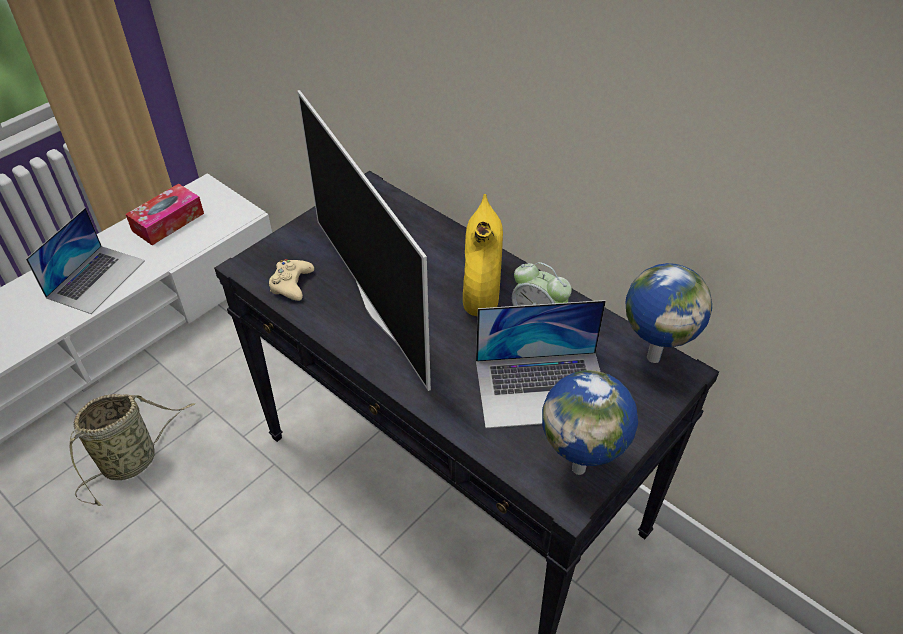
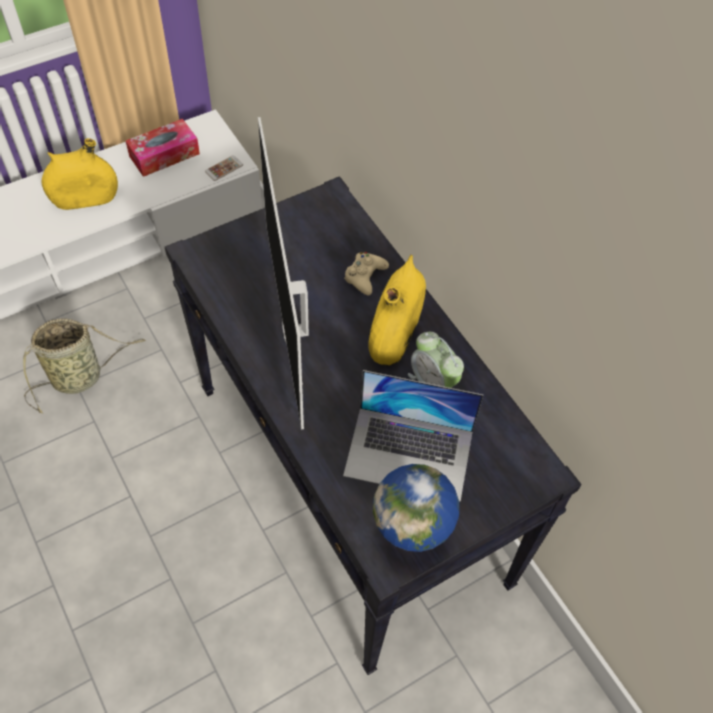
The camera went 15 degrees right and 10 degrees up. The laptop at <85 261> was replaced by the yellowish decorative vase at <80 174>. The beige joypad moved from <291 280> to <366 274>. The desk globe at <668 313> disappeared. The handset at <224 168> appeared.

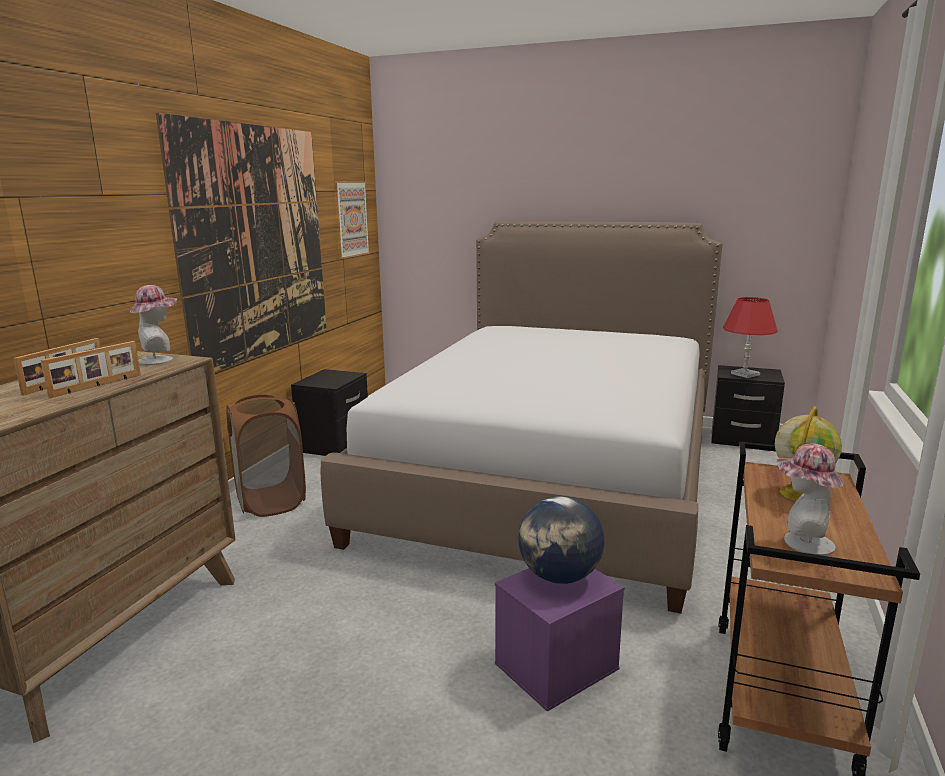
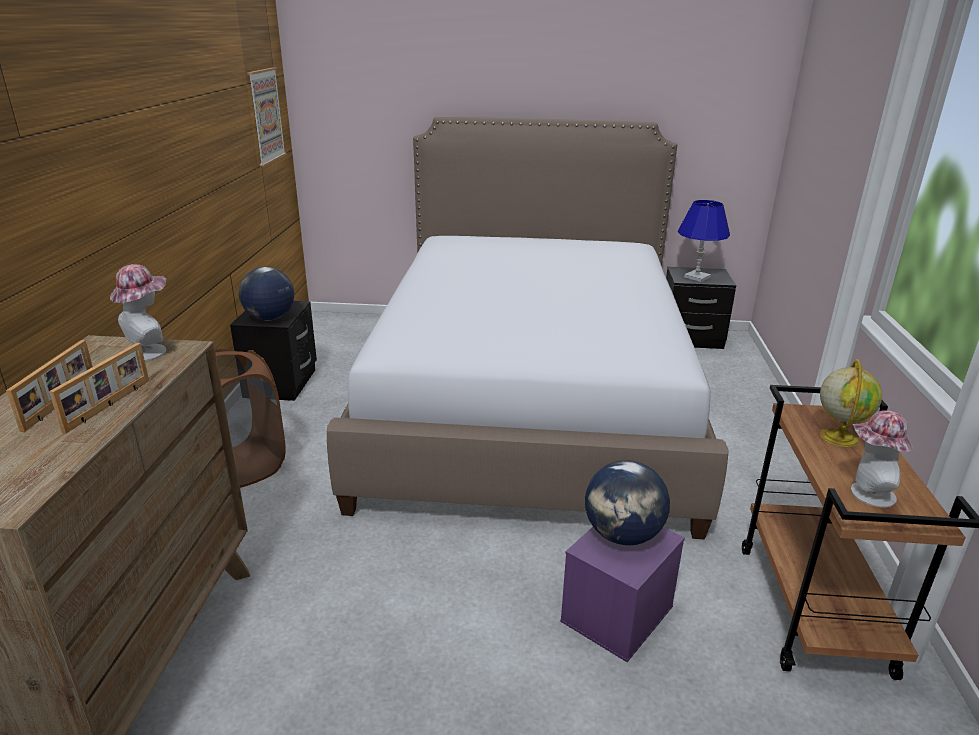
The camera went 15 degrees left and 10 degrees up. The picture at <241 242> disappeared. The red lamp for a table at <750 337> became the blue lamp for a table at <704 241>. The desk globe at <266 293> appeared.

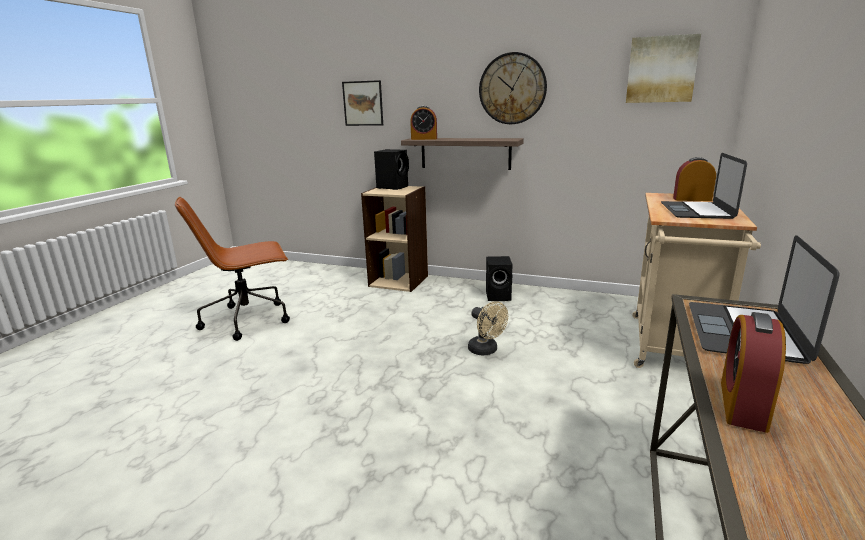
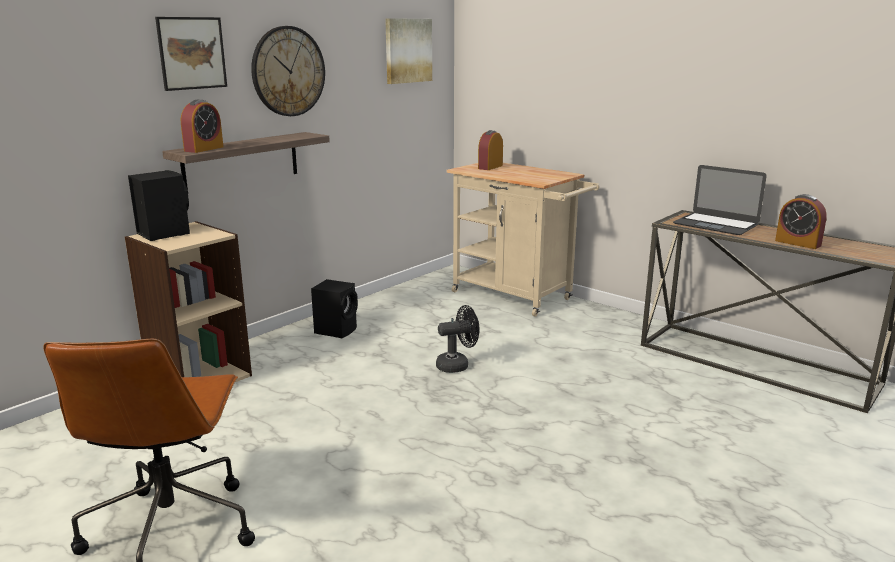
The camera went 70 degrees left and 0 degrees up. The picture moved from <362 103> to <191 54>. The laptop at <704 186> disappeared. The beige cooling fan at <488 328> became the black-coloured cooling fan at <457 339>.

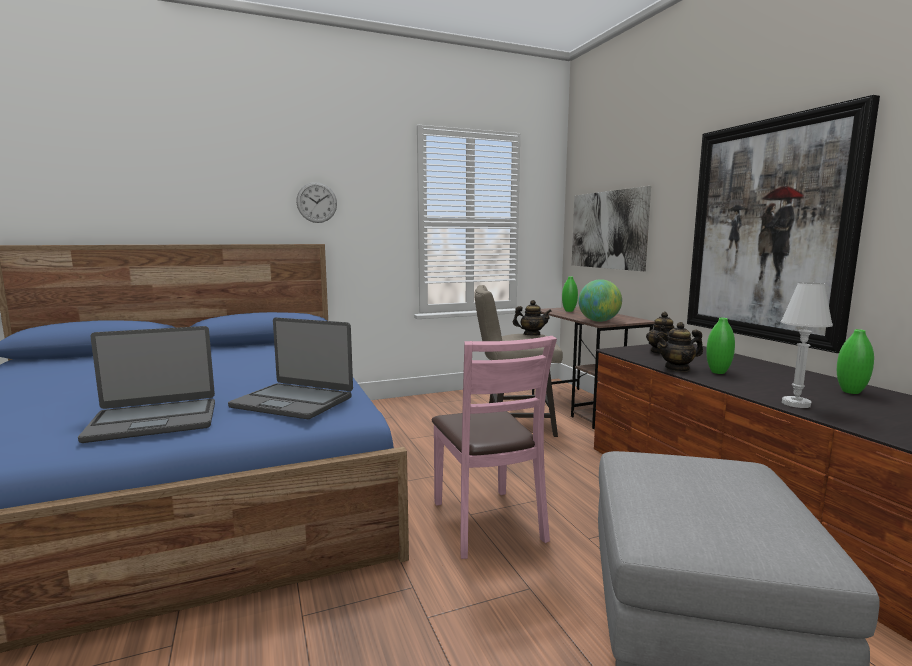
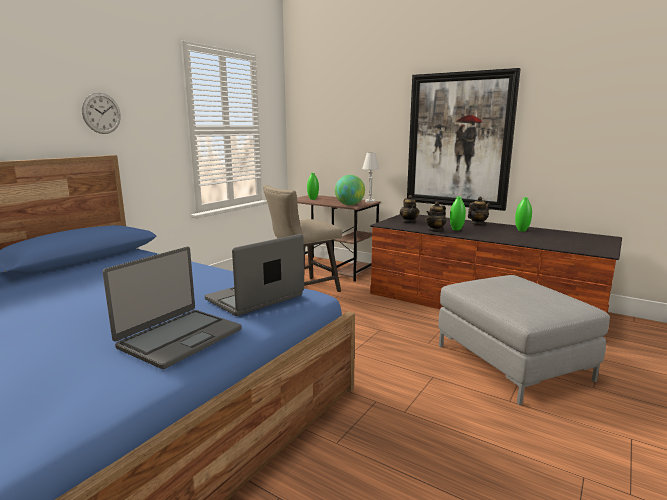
The camera went 35 degrees left and 5 degrees up. The picture at <611 228> disappeared. The white-coloured lamp for a table moved from <807 345> to <370 177>. The pot for tea moved from <532 318> to <479 211>. The laptop at <290 368> turned 150 degrees clockwise. The pinkish plain chair at <494 447> disappeared.

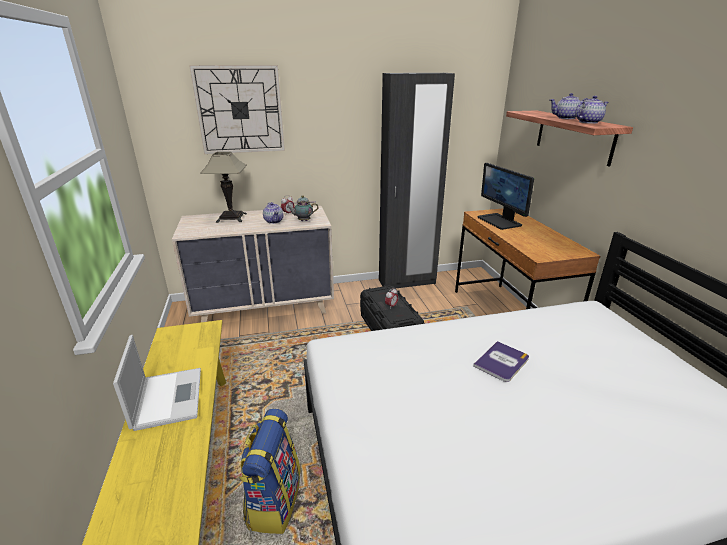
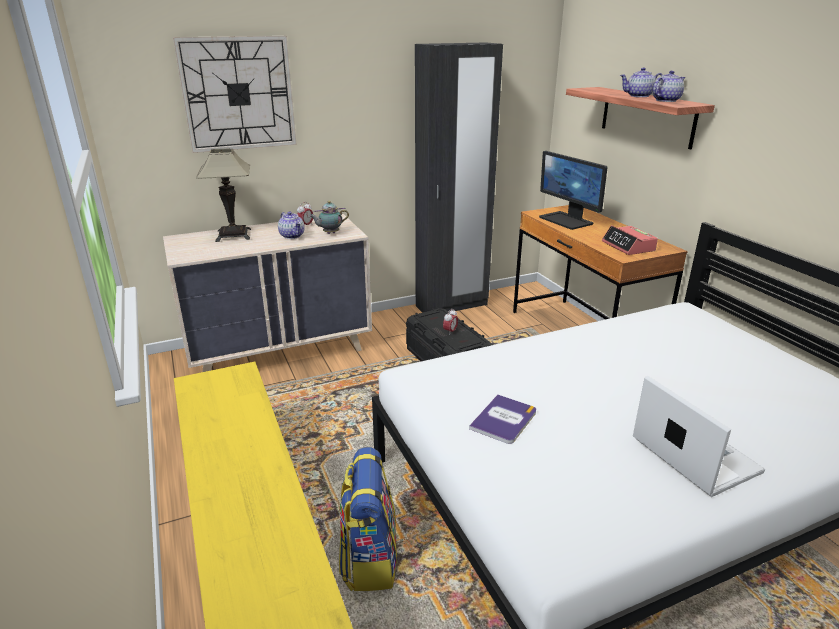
The camera went 10 degrees left and 0 degrees up. The laptop moved from <157 383> to <699 436>. The volume moved from <501 361> to <502 419>. The bedside clock at <630 240> appeared.

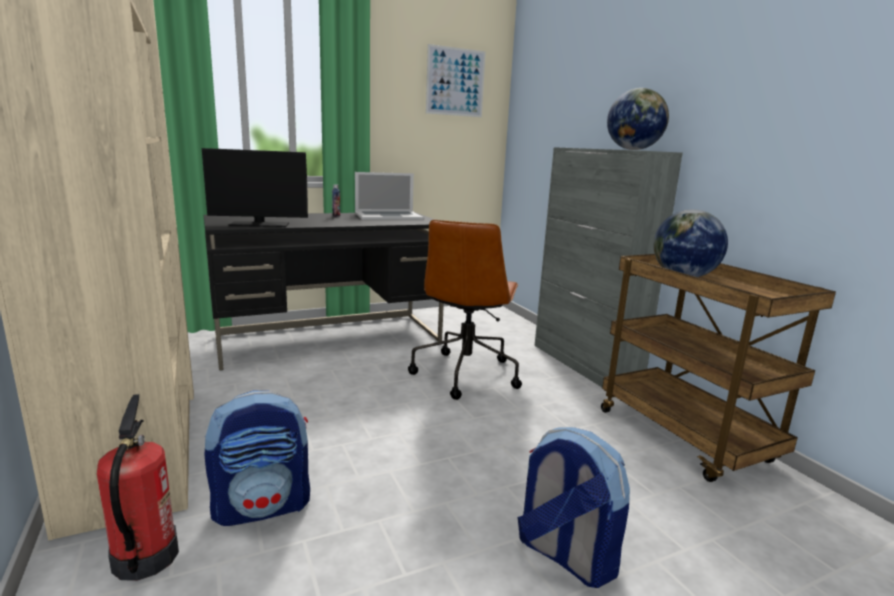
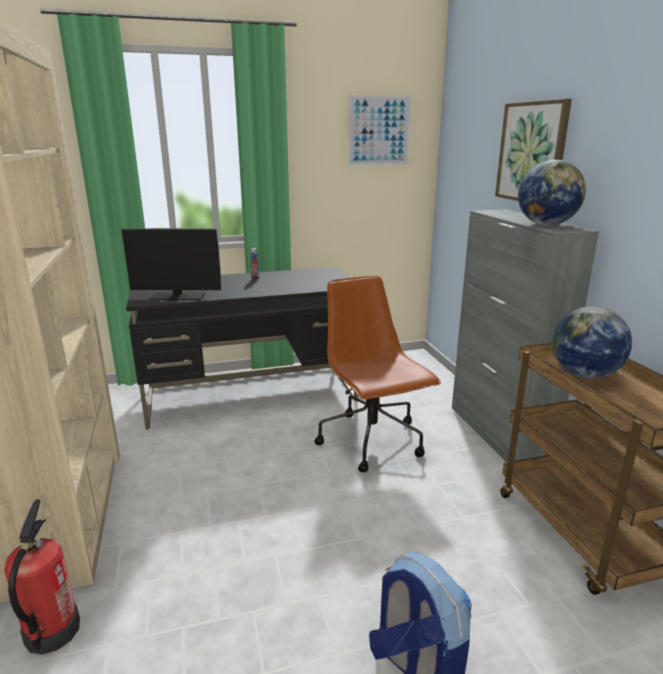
The camera went 10 degrees right and 5 degrees up. The laptop at <389 196> disappeared. The brown office chair at <465 310> turned 135 degrees clockwise. The backpack at <257 458> disappeared. The picture at <533 150> appeared.

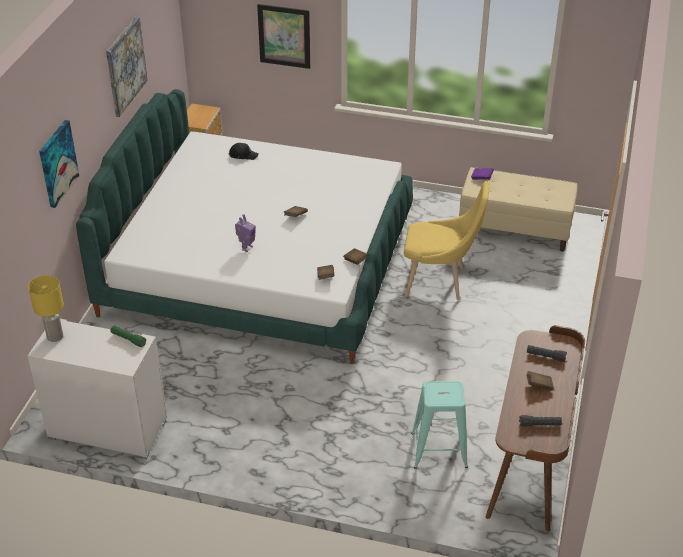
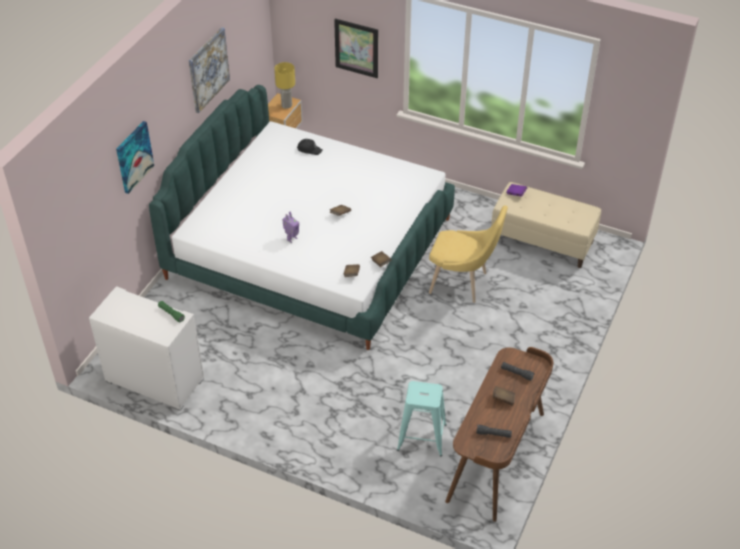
The camera went 10 degrees right and 5 degrees up. The yellowish lamp for a table moved from <46 308> to <284 85>.

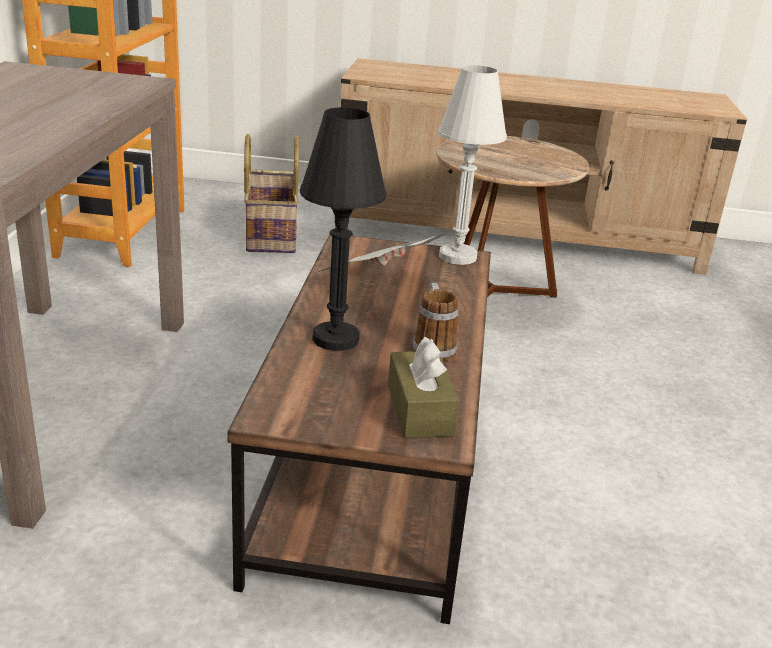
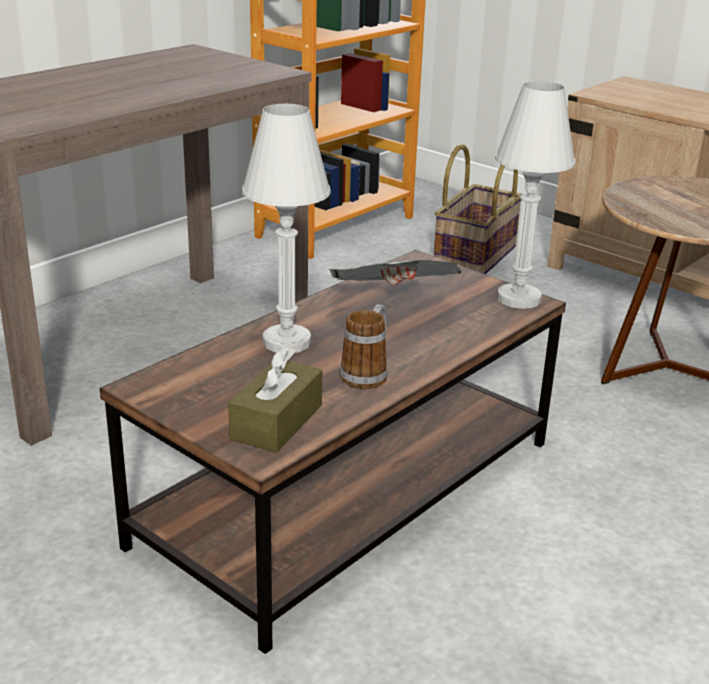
The camera went 35 degrees right and 0 degrees up. The black-coloured lamp for a table at <343 229> became the white-coloured lamp for a table at <286 228>.

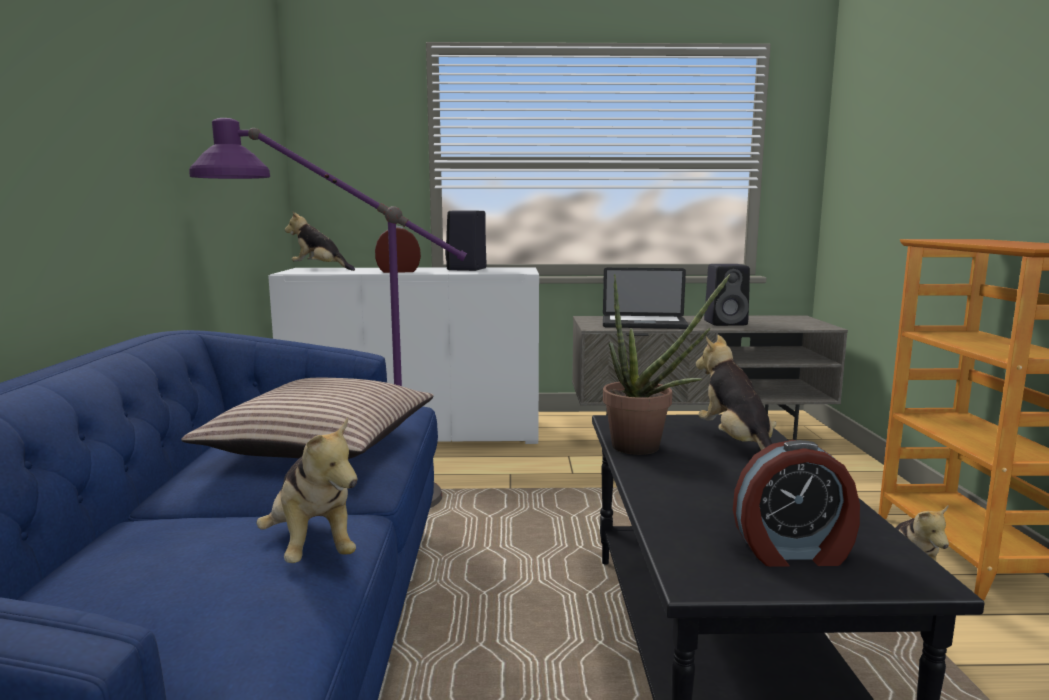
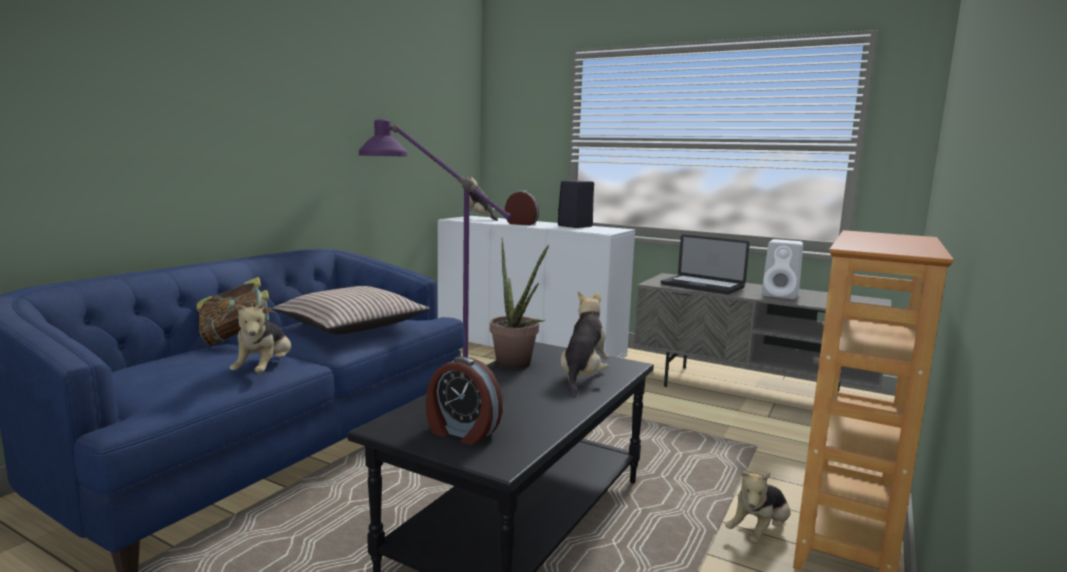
The camera went 30 degrees right and 0 degrees up. The black-coloured loudspeaker at <727 295> became the white-coloured loudspeaker at <782 269>. The volume at <235 311> appeared.

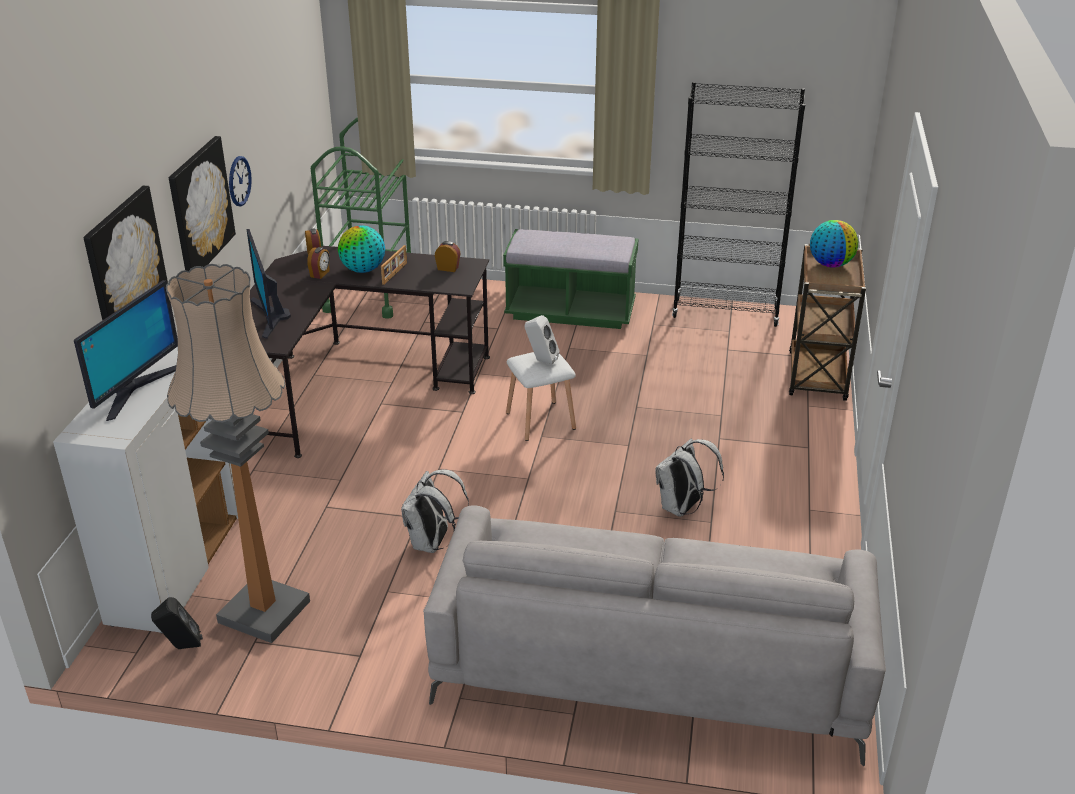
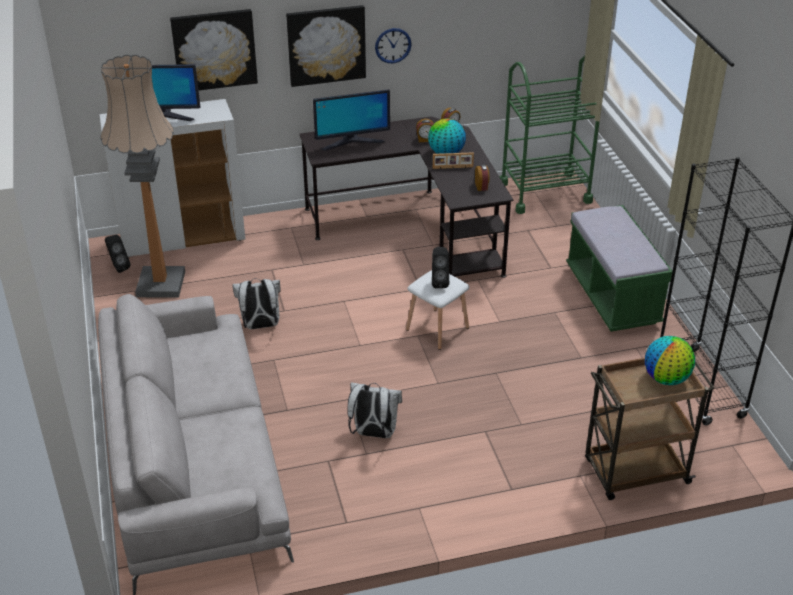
The camera went 65 degrees right and 5 degrees up. The monitor at <268 284> turned 150 degrees counterclockwise. The white-coloured loudspeaker at <542 340> became the black-coloured loudspeaker at <440 267>.

